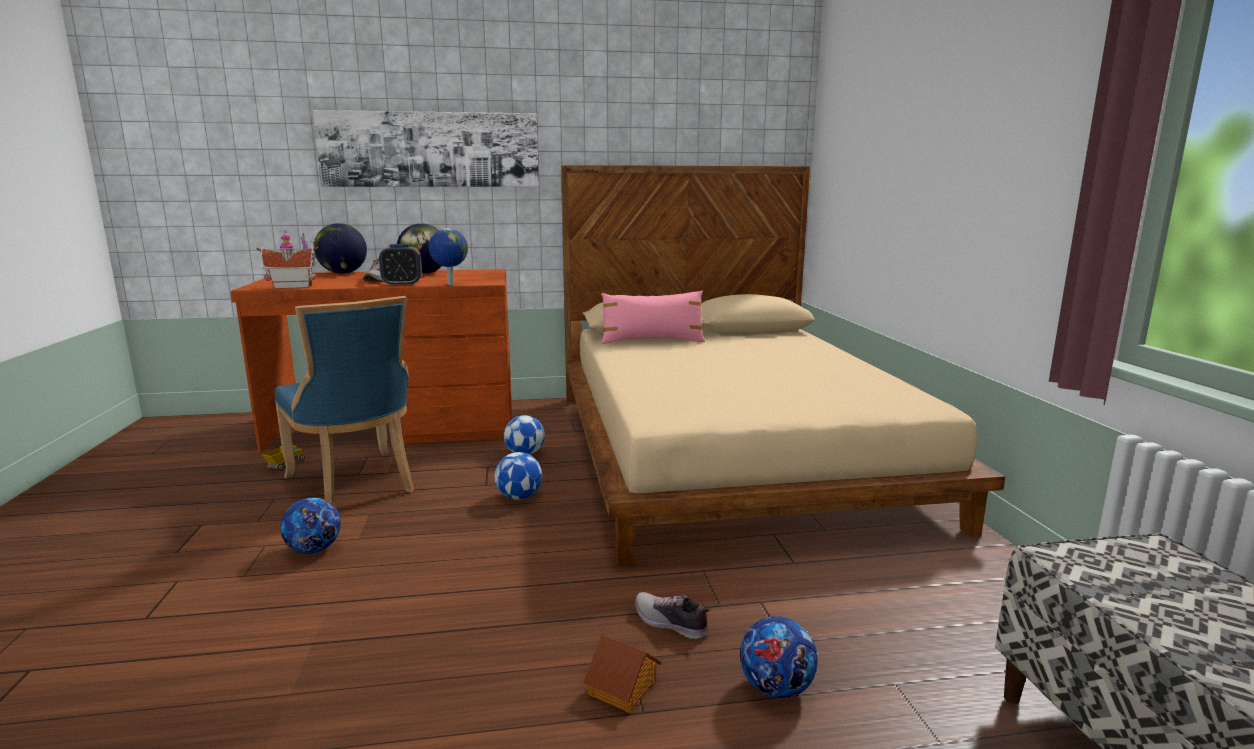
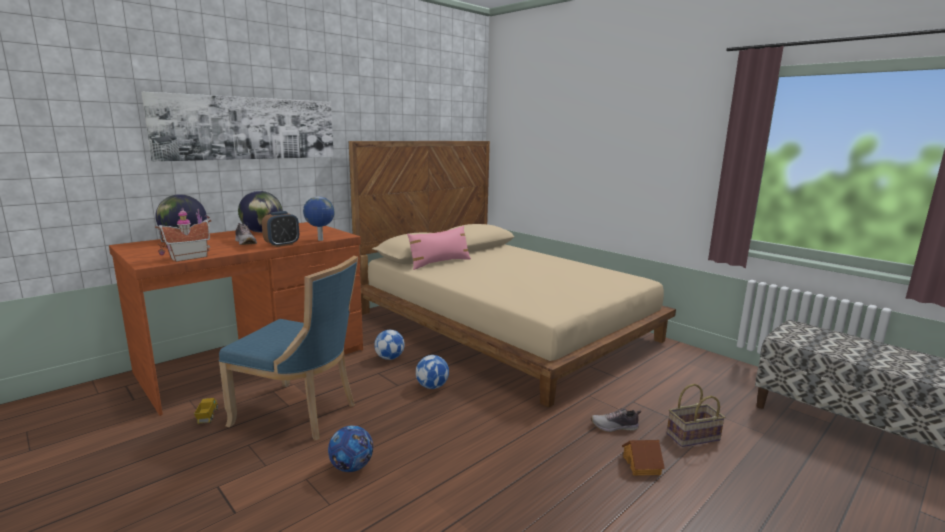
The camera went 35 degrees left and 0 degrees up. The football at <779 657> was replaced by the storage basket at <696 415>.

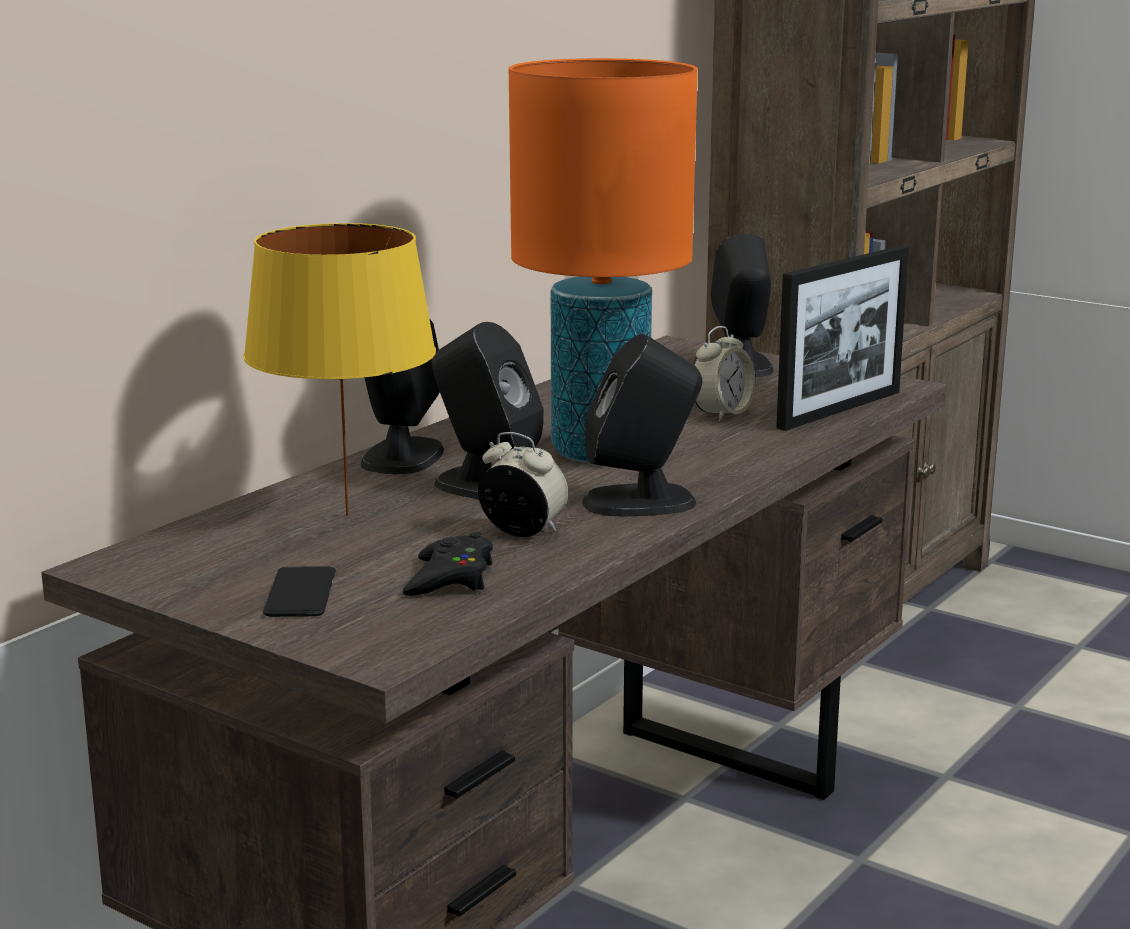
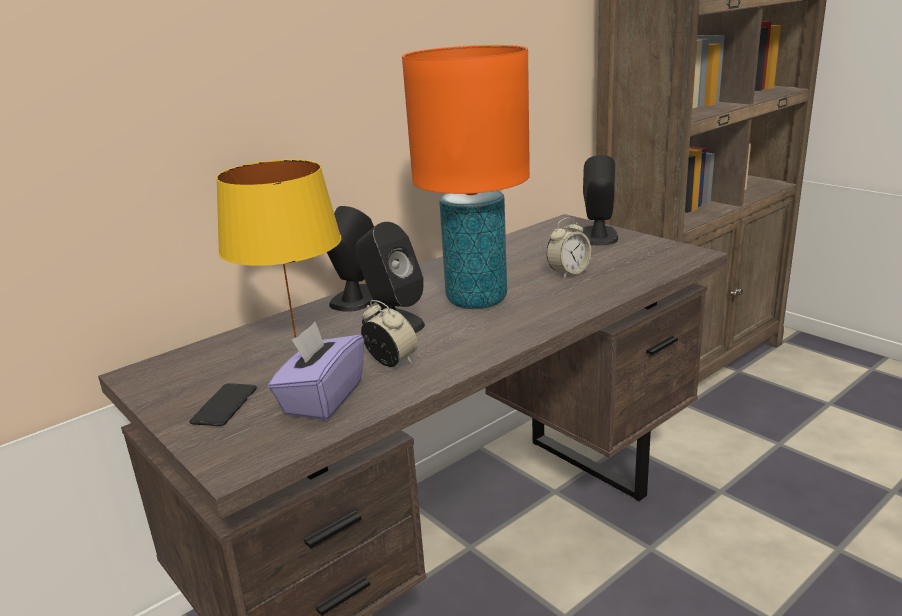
The camera went 15 degrees right and 5 degrees up. The standing frame at <842 338> disappeared. The black-coloured loudspeaker at <642 425> disappeared. The black-coloured joypad at <448 564> was replaced by the purple tissue box at <316 371>.

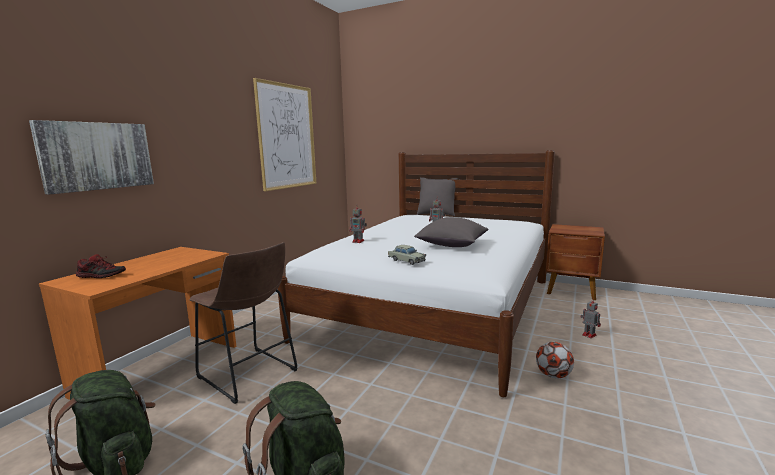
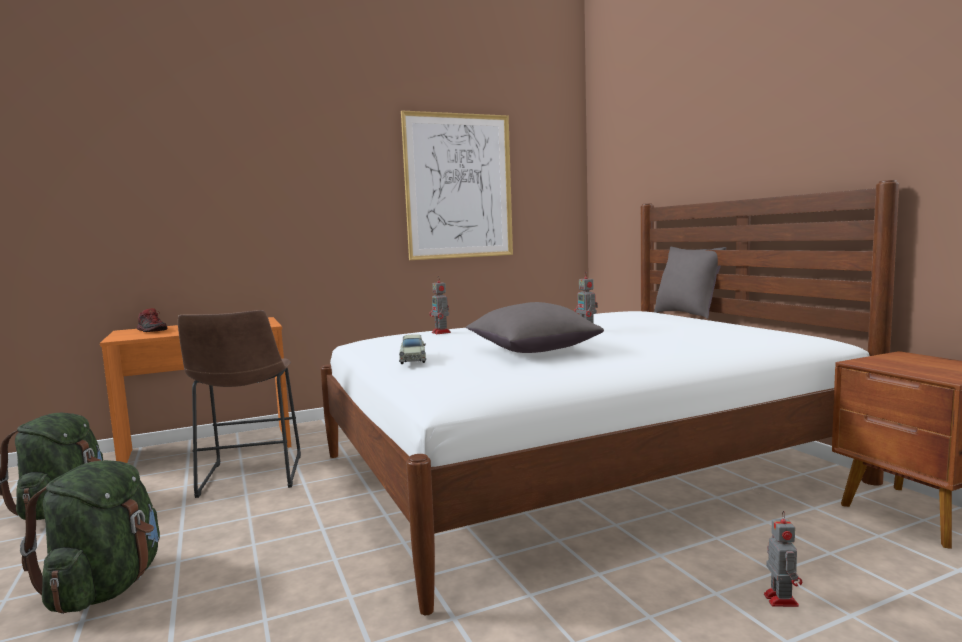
The camera went 40 degrees right and 5 degrees down. The picture at <91 157> disappeared. The football at <555 360> disappeared.

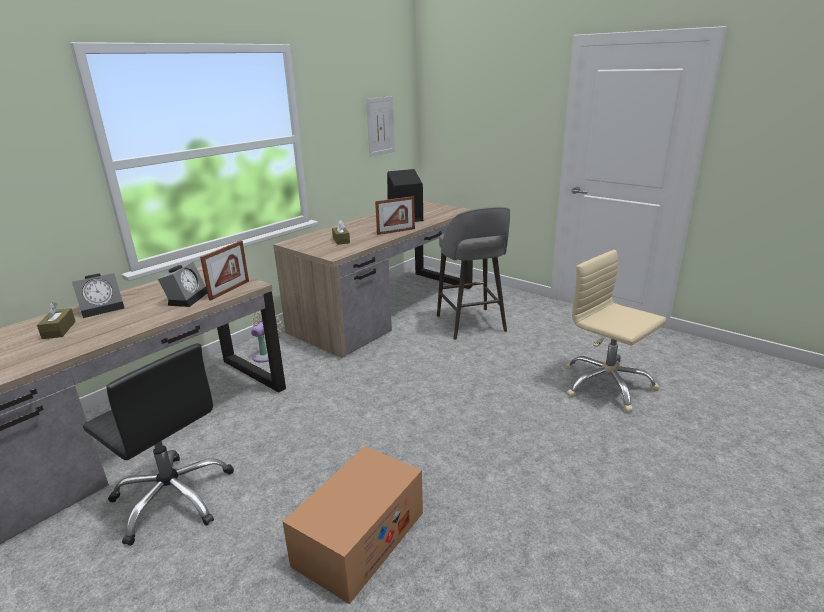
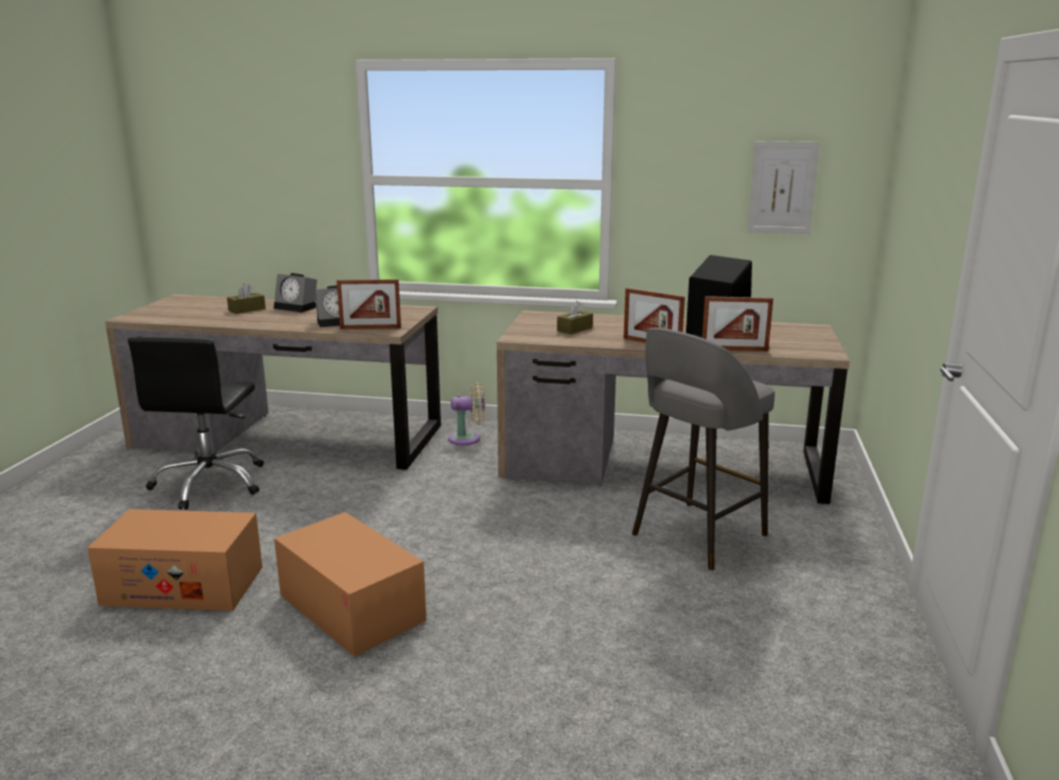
The camera went 60 degrees right and 5 degrees down. The beige office chair at <616 331> disappeared. The standing frame at <737 323> appeared. The carton at <350 584> appeared.

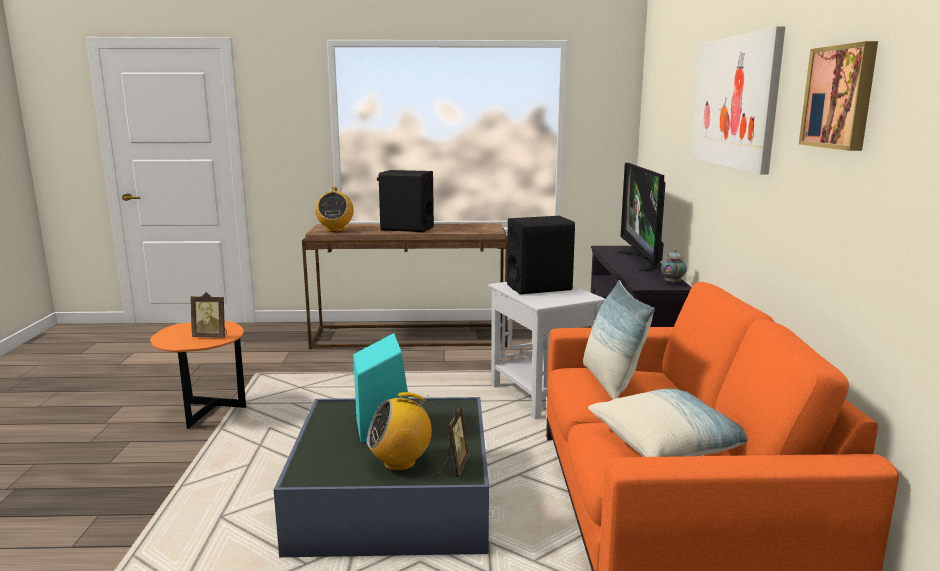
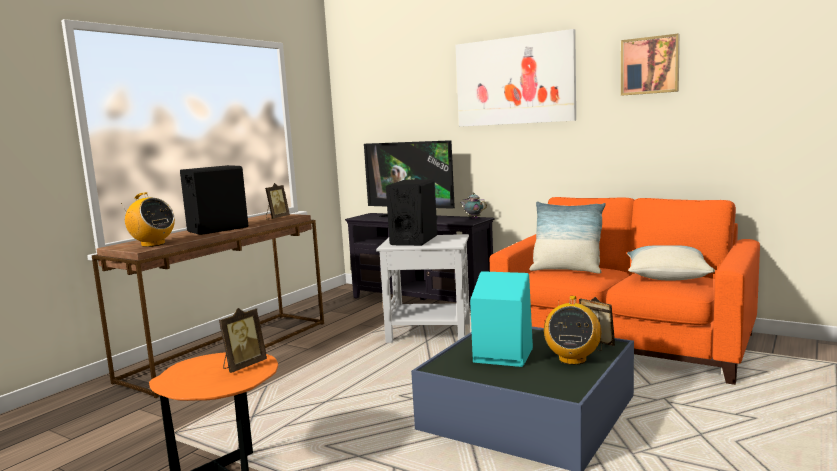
The camera went 55 degrees left and 5 degrees down. The standing frame at <277 201> appeared.

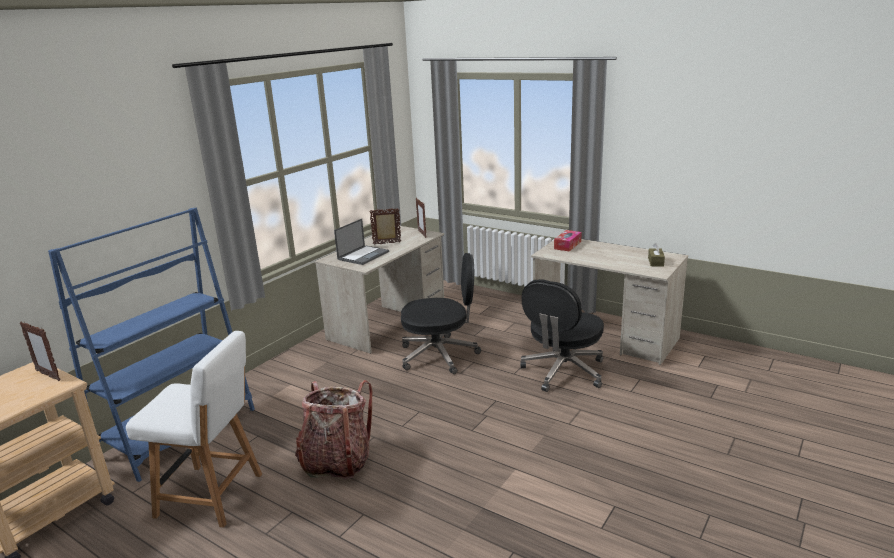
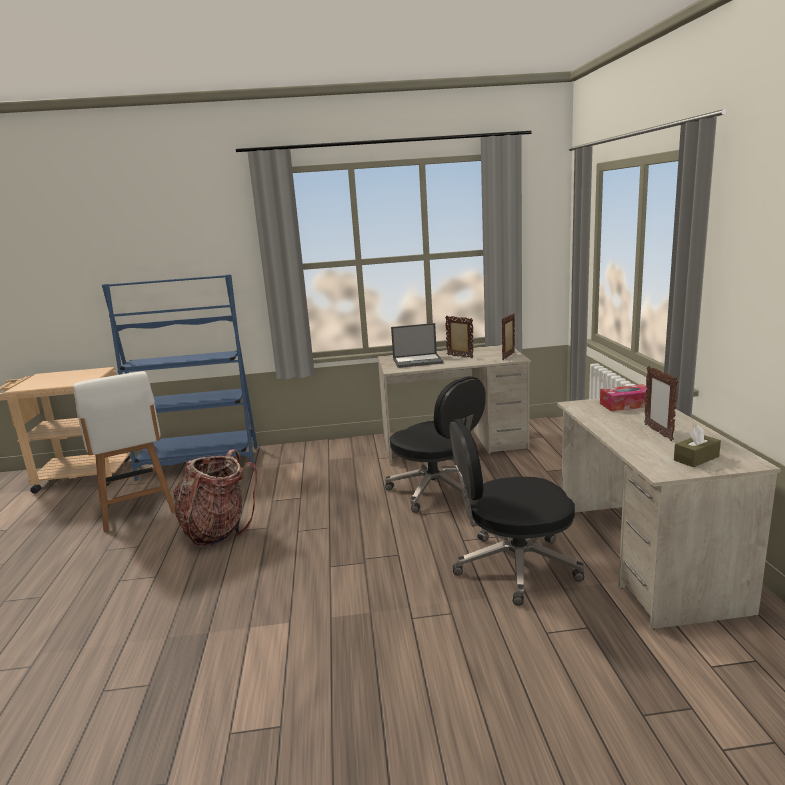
The camera went 50 degrees right and 5 degrees down. The standing frame moved from <40 351> to <661 403>.

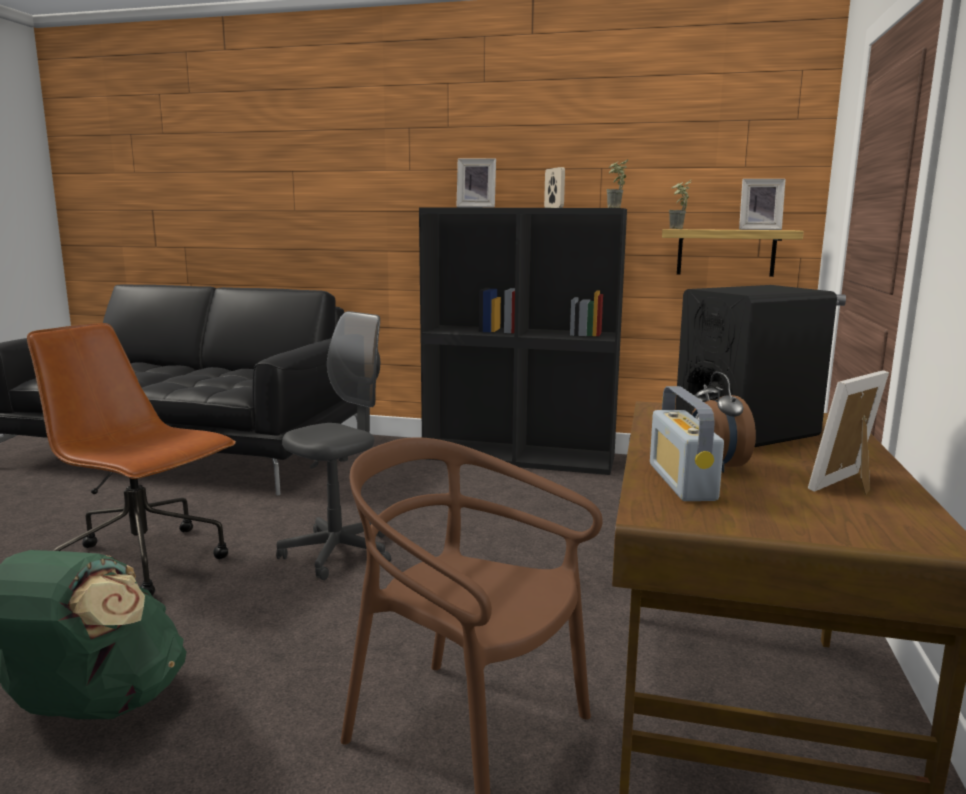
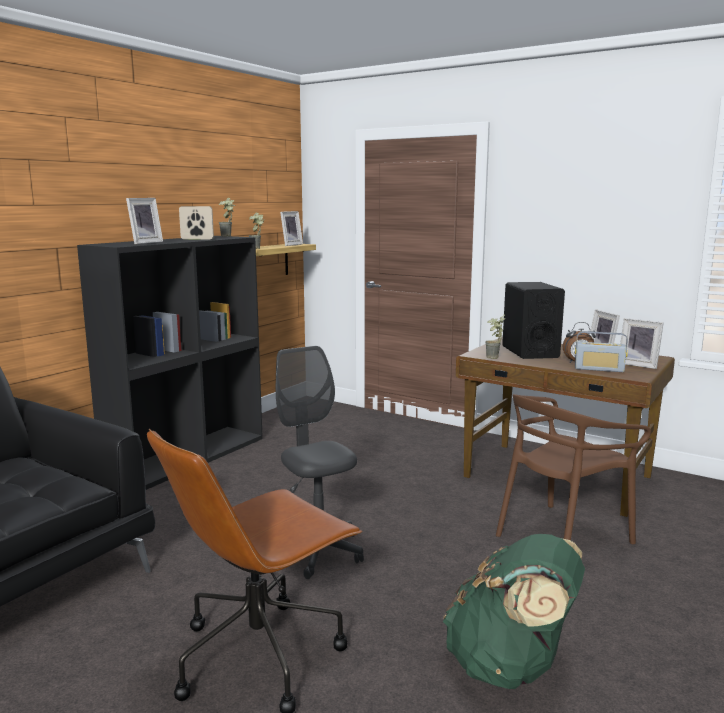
The camera went 70 degrees left and 0 degrees up. The plant in a pot at <495 336> appeared. The standing frame at <642 343> appeared.

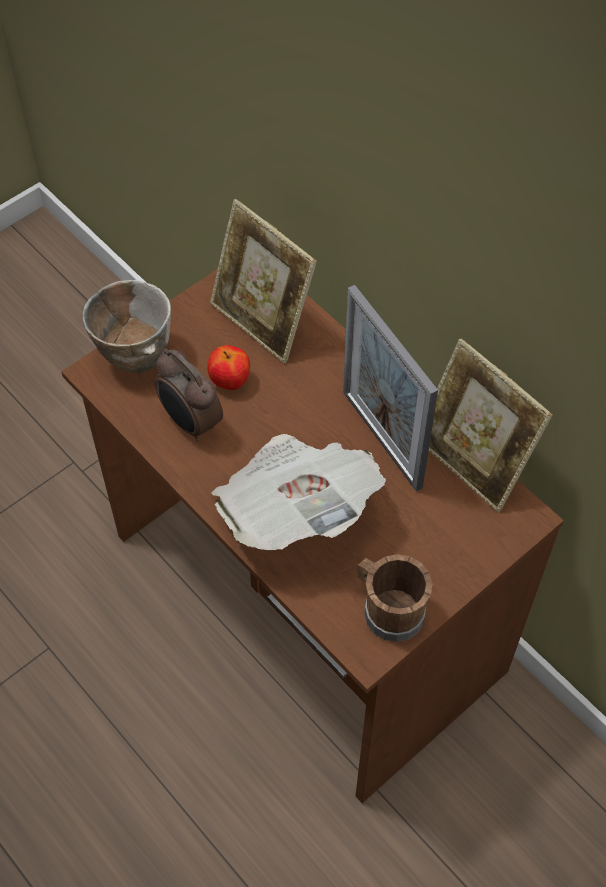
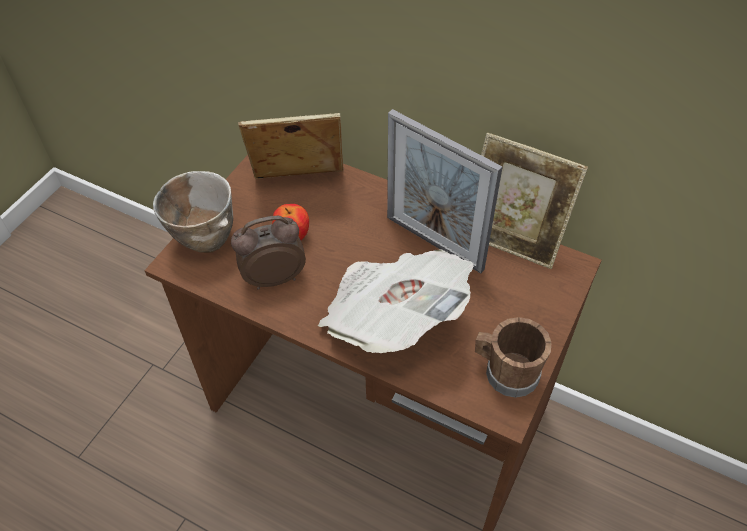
The camera went 20 degrees left and 5 degrees down. The standing frame at <263 281> turned 150 degrees clockwise. The bedside clock at <188 395> turned 135 degrees clockwise.

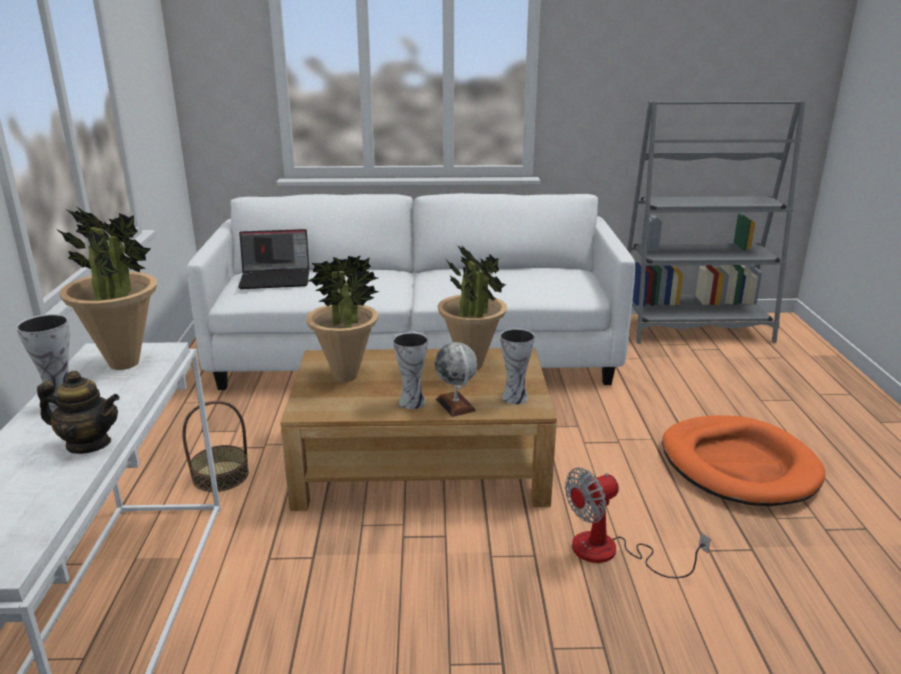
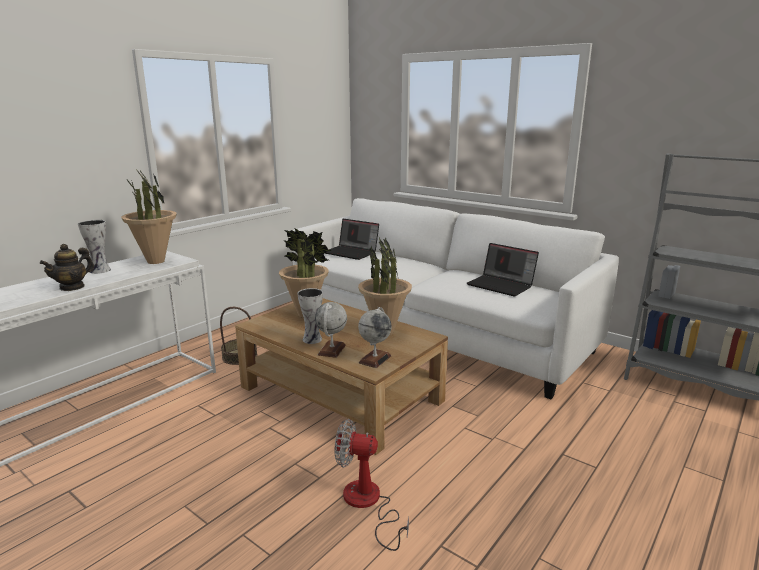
The camera went 40 degrees right and 5 degrees down. The decorative vase at <517 366> was replaced by the desk globe at <375 337>. The pot for tea at <78 412> turned 75 degrees clockwise. The orangey dog cushion at <744 460> disappeared. The laptop at <503 269> appeared.

